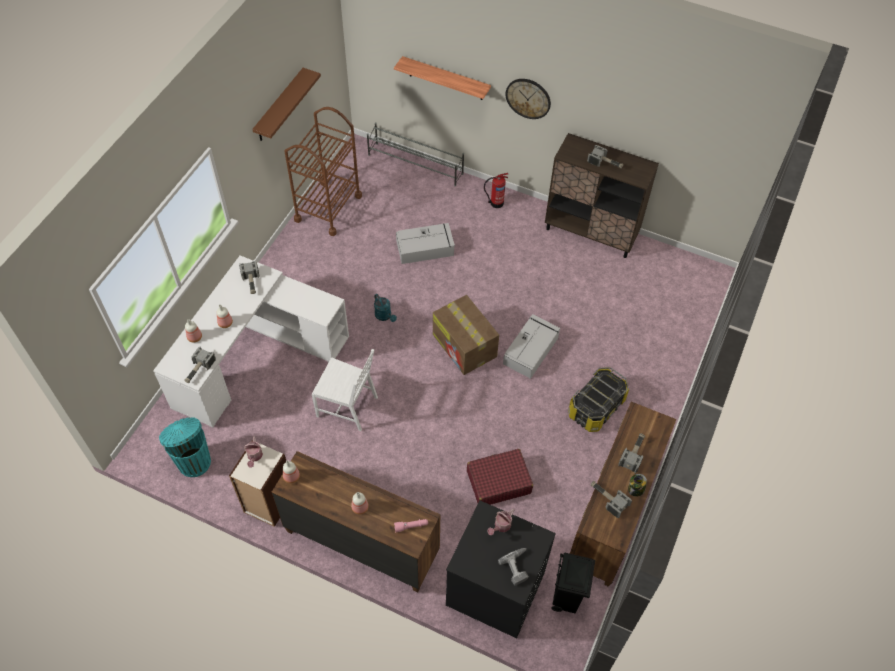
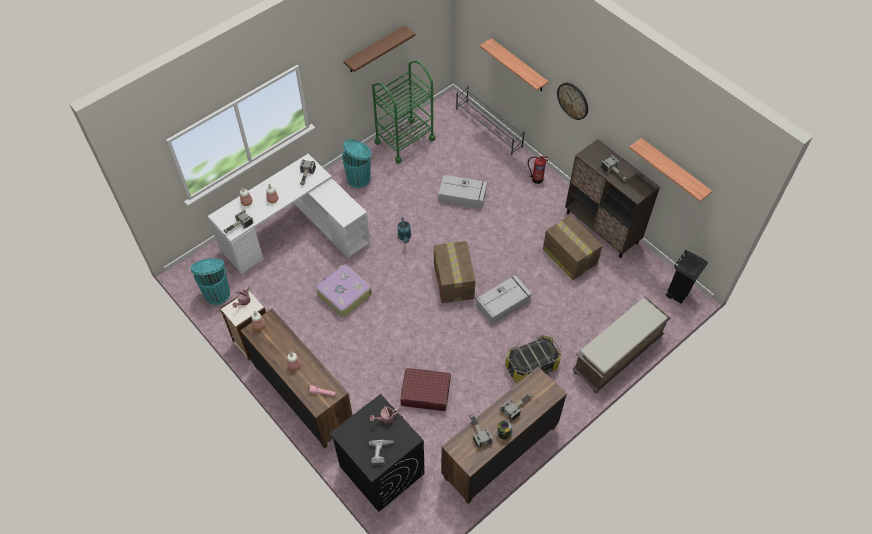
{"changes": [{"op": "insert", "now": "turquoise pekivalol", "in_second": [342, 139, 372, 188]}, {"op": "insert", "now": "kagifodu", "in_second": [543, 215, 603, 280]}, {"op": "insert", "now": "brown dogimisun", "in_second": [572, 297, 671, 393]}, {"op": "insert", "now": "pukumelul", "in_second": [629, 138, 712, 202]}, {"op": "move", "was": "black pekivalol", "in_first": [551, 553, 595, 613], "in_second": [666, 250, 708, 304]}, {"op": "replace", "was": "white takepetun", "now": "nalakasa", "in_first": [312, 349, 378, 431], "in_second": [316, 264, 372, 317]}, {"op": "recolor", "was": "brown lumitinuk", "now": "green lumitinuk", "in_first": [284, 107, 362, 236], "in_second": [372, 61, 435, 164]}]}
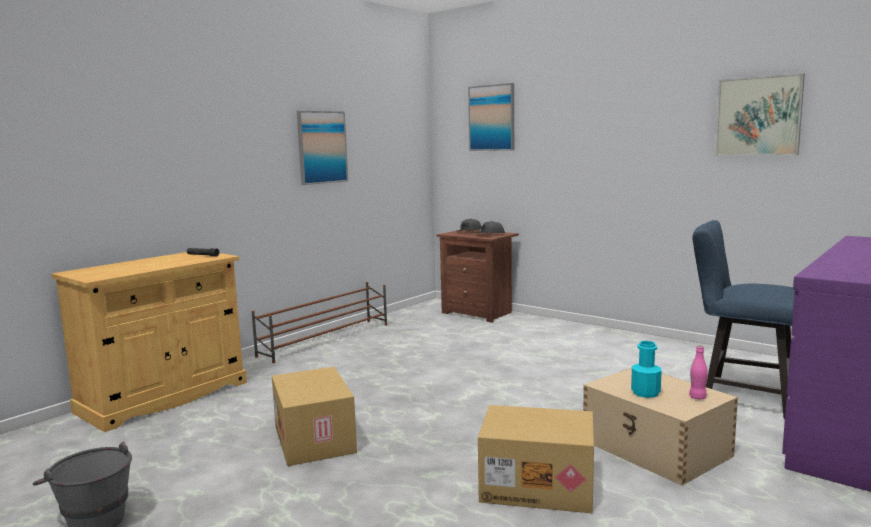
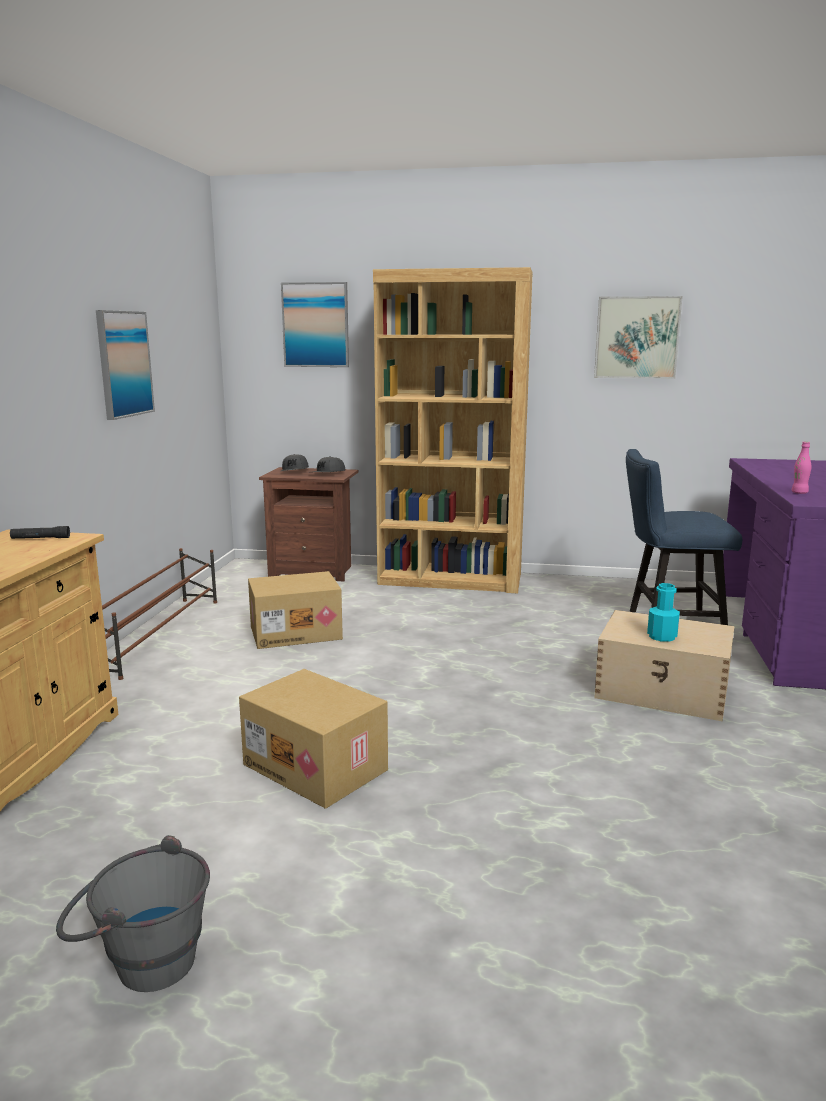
{"changes": [{"op": "insert", "now": "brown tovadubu", "in_second": [373, 267, 533, 593]}, {"op": "move", "was": "kagifodu", "in_first": [478, 405, 594, 513], "in_second": [248, 571, 343, 649]}, {"op": "move", "was": "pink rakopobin", "in_first": [689, 345, 708, 399], "in_second": [792, 442, 811, 494]}]}
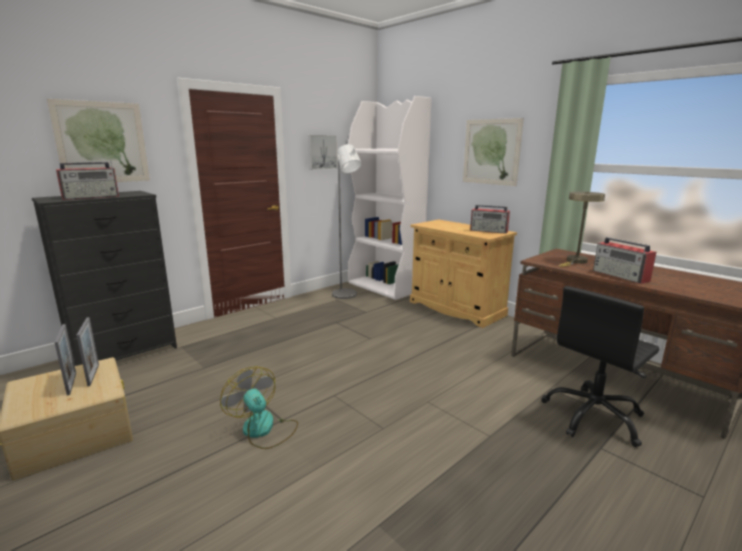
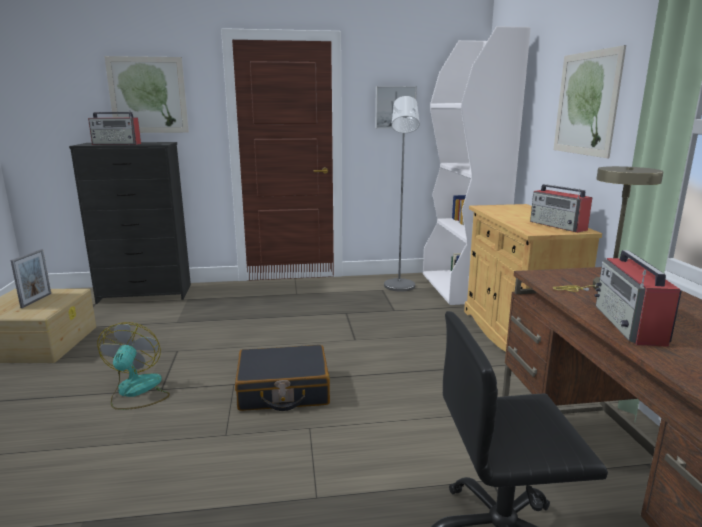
{"changes": [{"op": "delete", "was": "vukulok", "in_first": [76, 317, 99, 386]}, {"op": "insert", "now": "black nalakasa", "in_second": [235, 345, 330, 411]}]}
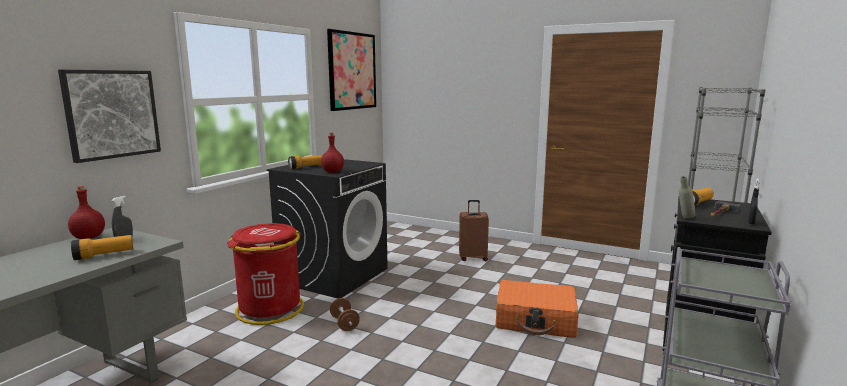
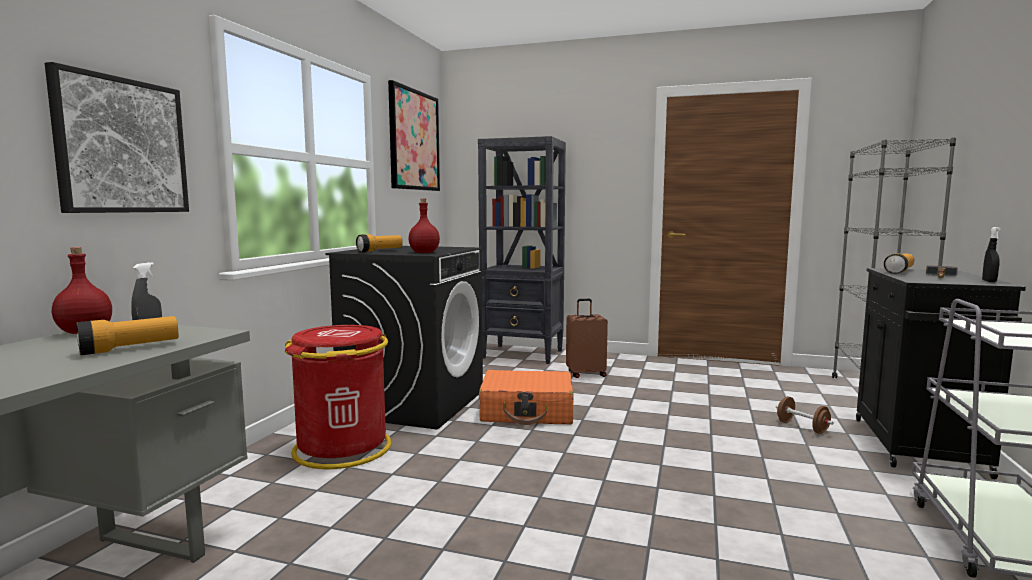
{"changes": [{"op": "delete", "was": "grey rakopobin", "in_first": [679, 176, 695, 219]}, {"op": "insert", "now": "black tovadubu", "in_second": [478, 136, 566, 364]}, {"op": "move", "was": "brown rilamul", "in_first": [330, 298, 360, 331], "in_second": [776, 396, 833, 434]}, {"op": "move", "was": "orange nalakasa", "in_first": [496, 280, 579, 338], "in_second": [479, 370, 574, 425]}]}
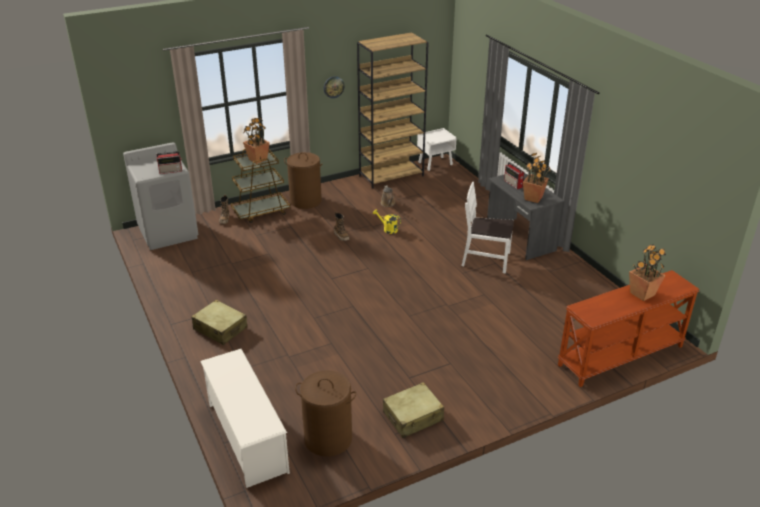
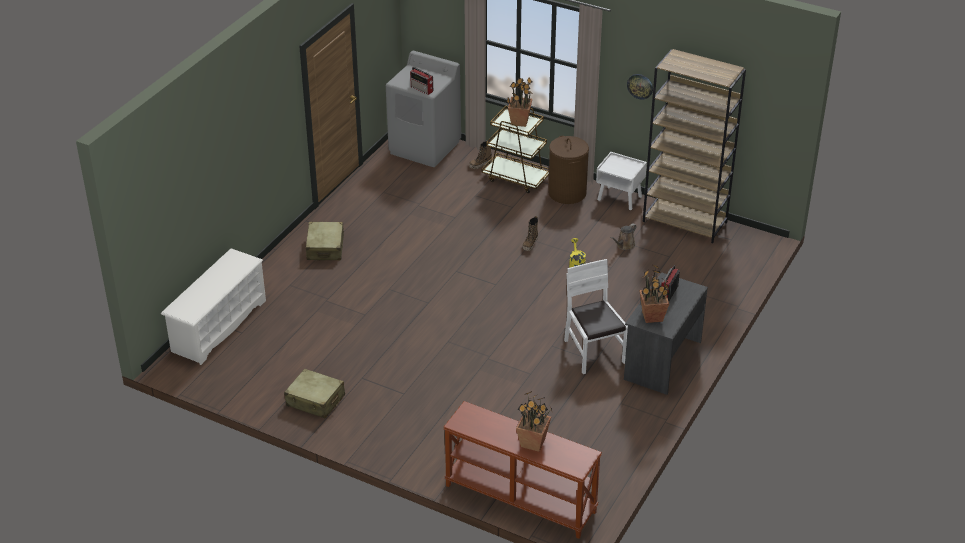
{"changes": [{"op": "delete", "was": "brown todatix", "in_first": [295, 370, 356, 457]}, {"op": "move", "was": "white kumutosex", "in_first": [417, 128, 457, 171], "in_second": [596, 152, 647, 210]}]}
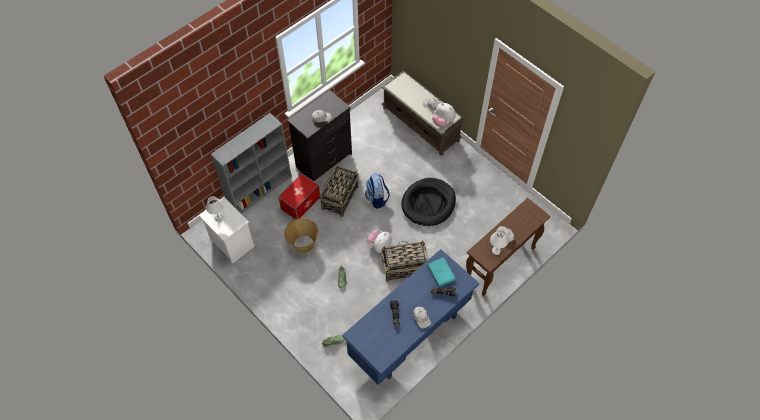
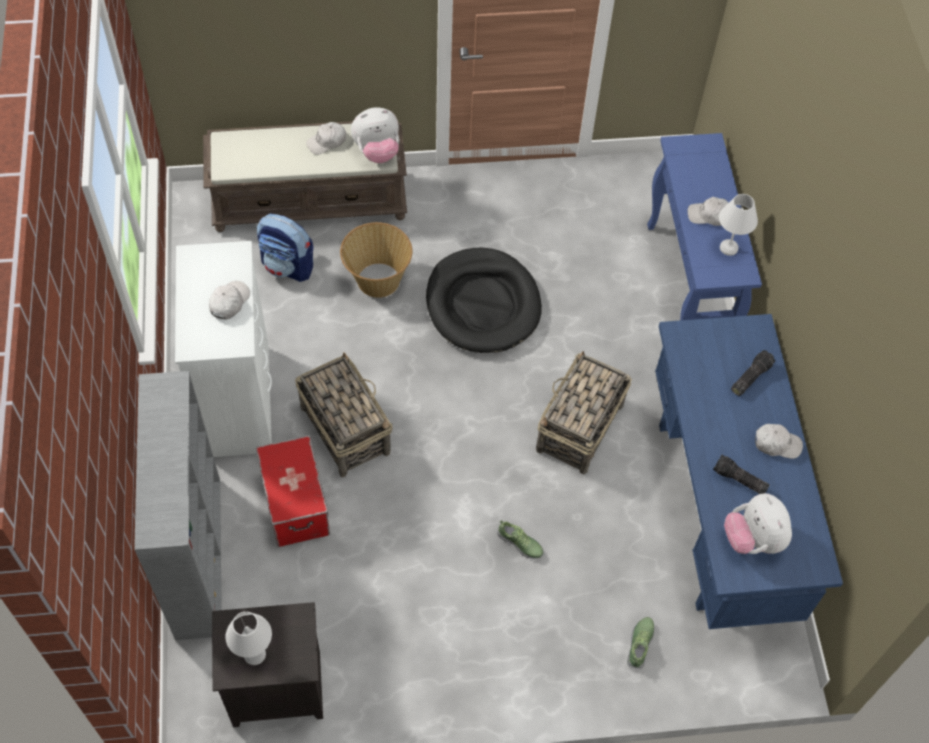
{"changes": [{"op": "delete", "was": "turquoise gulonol", "in_first": [427, 257, 456, 287]}, {"op": "move", "was": "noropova", "in_first": [284, 218, 319, 253], "in_second": [340, 222, 413, 298]}, {"op": "move", "was": "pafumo", "in_first": [365, 174, 390, 209], "in_second": [257, 214, 314, 282]}, {"op": "move", "was": "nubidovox", "in_first": [367, 230, 392, 253], "in_second": [724, 493, 792, 554]}, {"op": "recolor", "was": "white kumutosex", "now": "black kumutosex", "in_first": [199, 197, 254, 264], "in_second": [212, 602, 323, 727]}, {"op": "recolor", "was": "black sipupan", "now": "white sipupan", "in_first": [287, 90, 352, 182], "in_second": [175, 241, 272, 457]}, {"op": "recolor", "was": "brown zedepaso", "now": "blue zedepaso", "in_first": [466, 198, 551, 296], "in_second": [647, 133, 762, 320]}]}
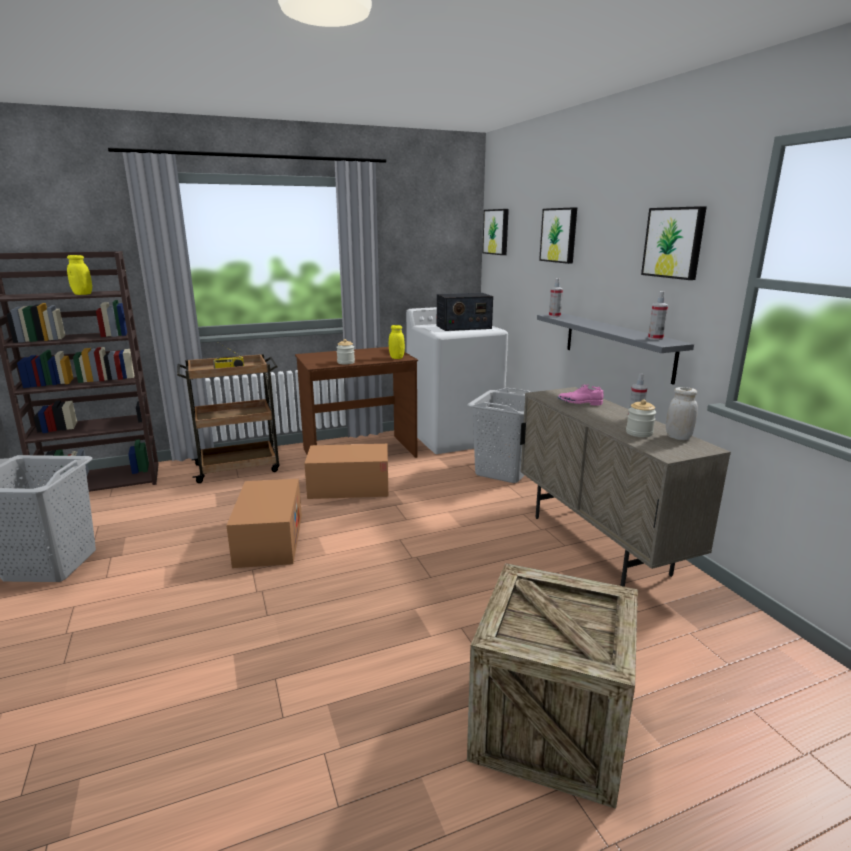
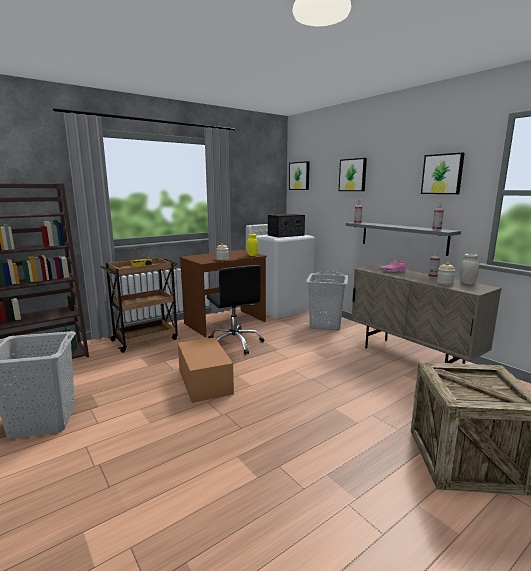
{"changes": [{"op": "delete", "was": "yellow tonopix", "in_first": [67, 255, 92, 295]}, {"op": "replace", "was": "kagifodu", "now": "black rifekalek", "in_first": [304, 444, 388, 499], "in_second": [207, 265, 264, 355]}]}
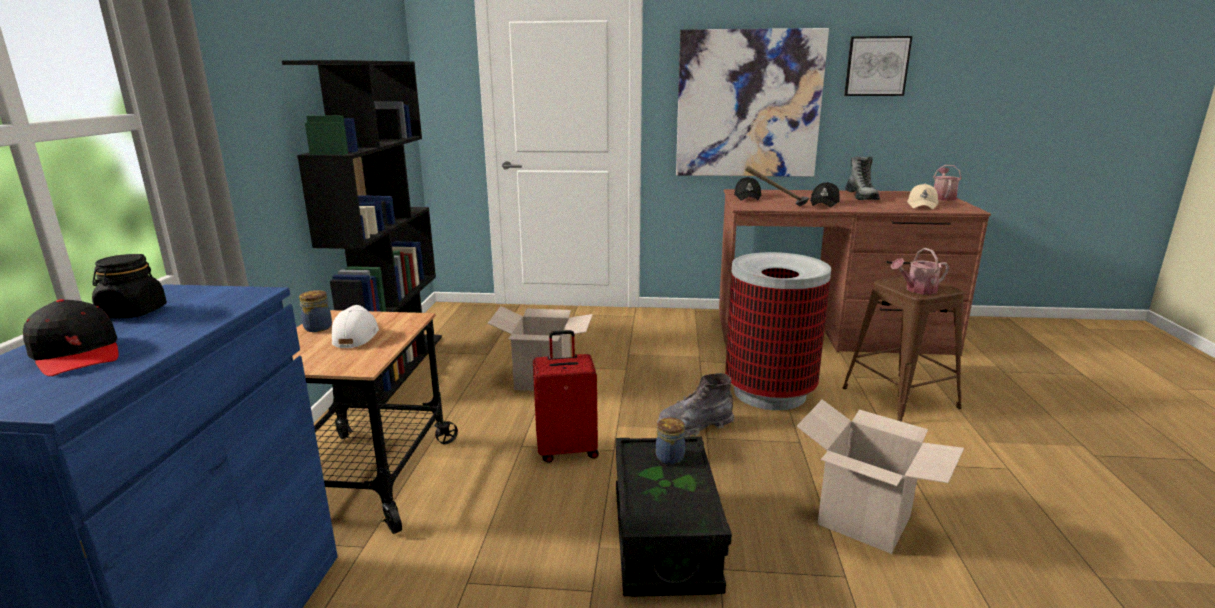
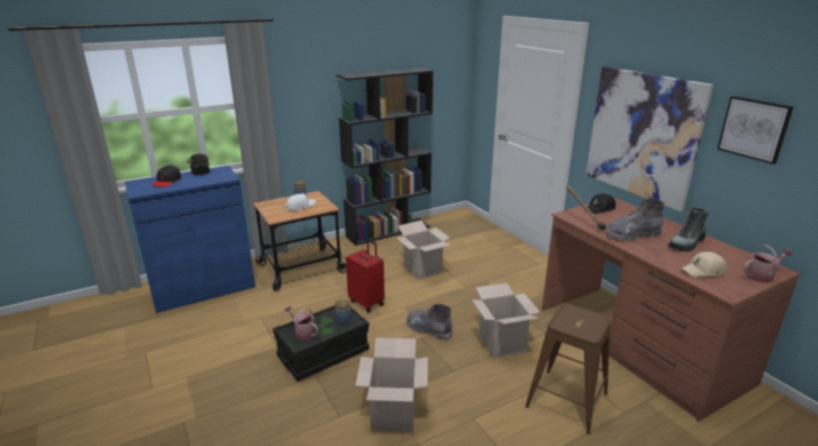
{"changes": [{"op": "move", "was": "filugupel", "in_first": [891, 248, 949, 294], "in_second": [284, 305, 318, 340]}, {"op": "replace", "was": "pekivalol", "now": "kagifodu", "in_first": [725, 252, 831, 410], "in_second": [472, 283, 540, 358]}, {"op": "replace", "was": "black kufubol", "now": "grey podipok", "in_first": [810, 182, 840, 207], "in_second": [606, 199, 664, 242]}]}
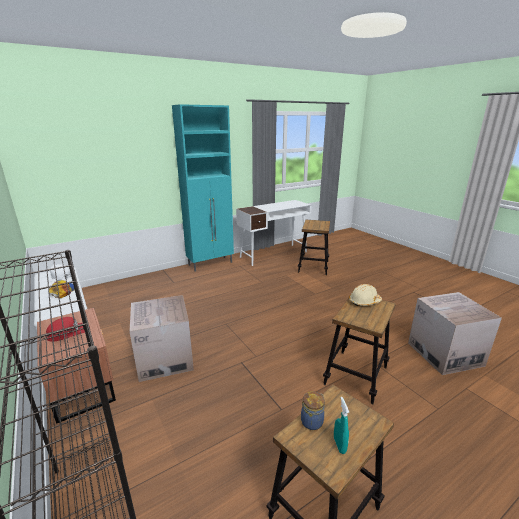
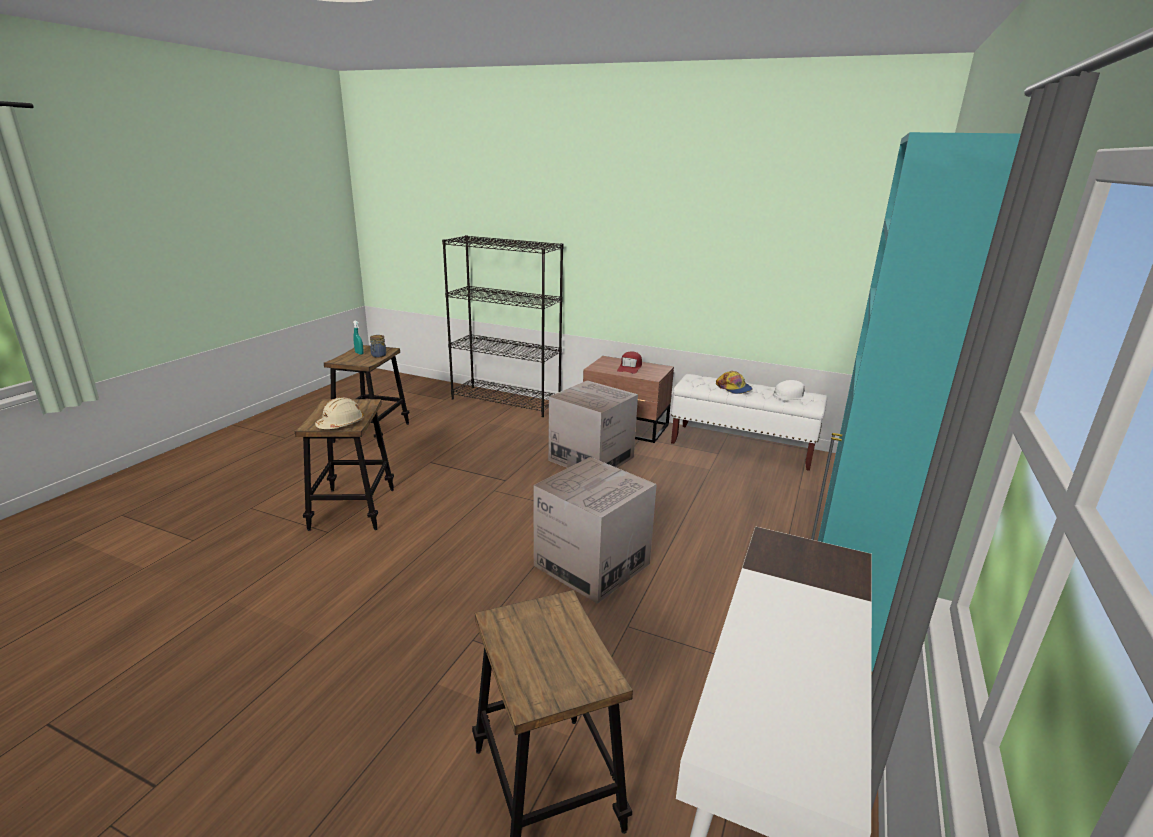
{"changes": [{"op": "move", "was": "kagifodu", "in_first": [408, 292, 502, 375], "in_second": [534, 457, 657, 604]}]}
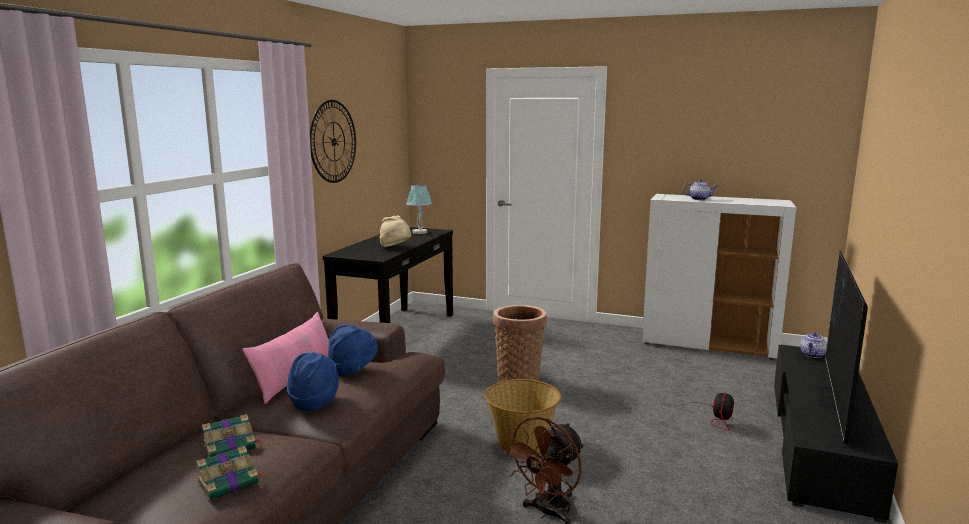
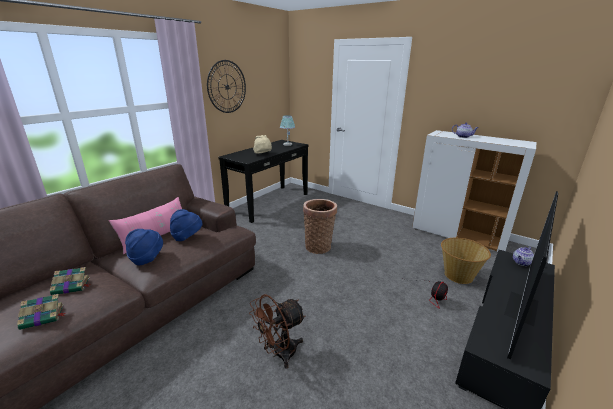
{"changes": [{"op": "move", "was": "noropova", "in_first": [485, 379, 561, 453], "in_second": [441, 238, 491, 284]}]}
